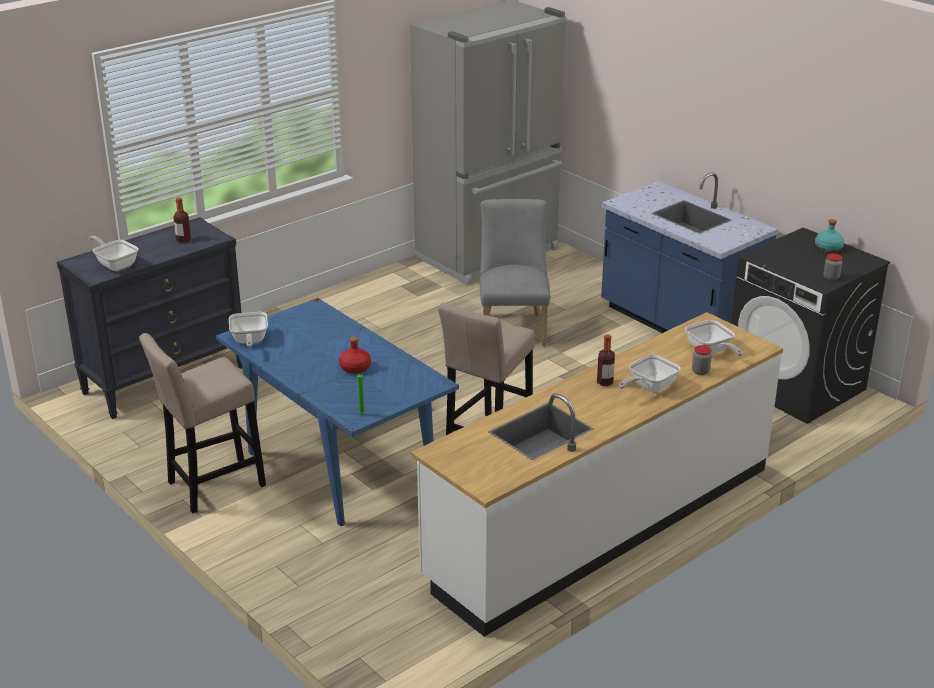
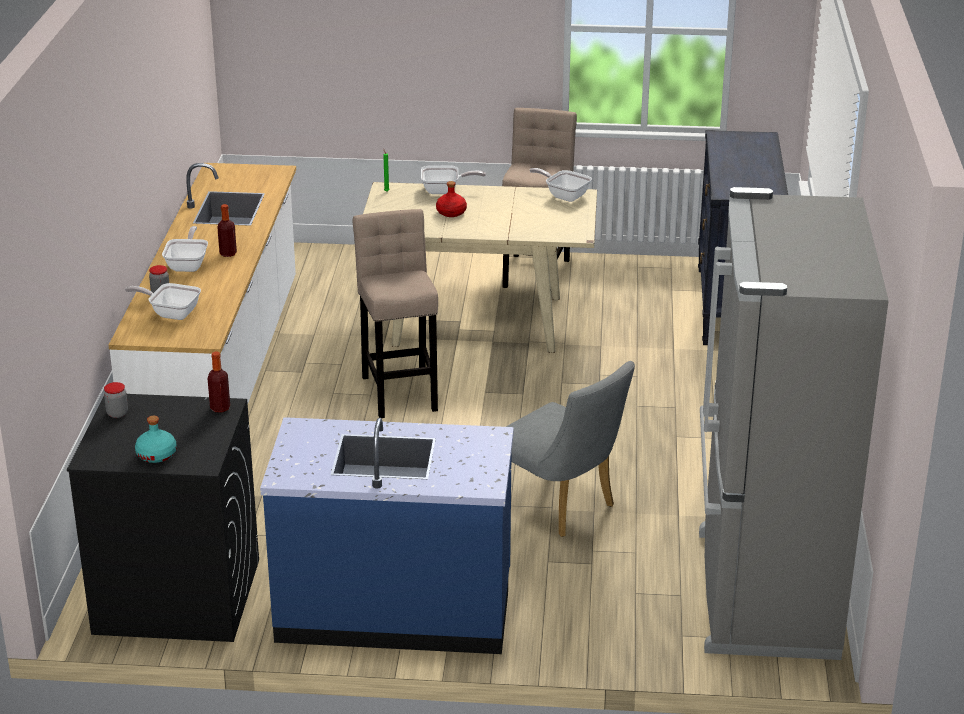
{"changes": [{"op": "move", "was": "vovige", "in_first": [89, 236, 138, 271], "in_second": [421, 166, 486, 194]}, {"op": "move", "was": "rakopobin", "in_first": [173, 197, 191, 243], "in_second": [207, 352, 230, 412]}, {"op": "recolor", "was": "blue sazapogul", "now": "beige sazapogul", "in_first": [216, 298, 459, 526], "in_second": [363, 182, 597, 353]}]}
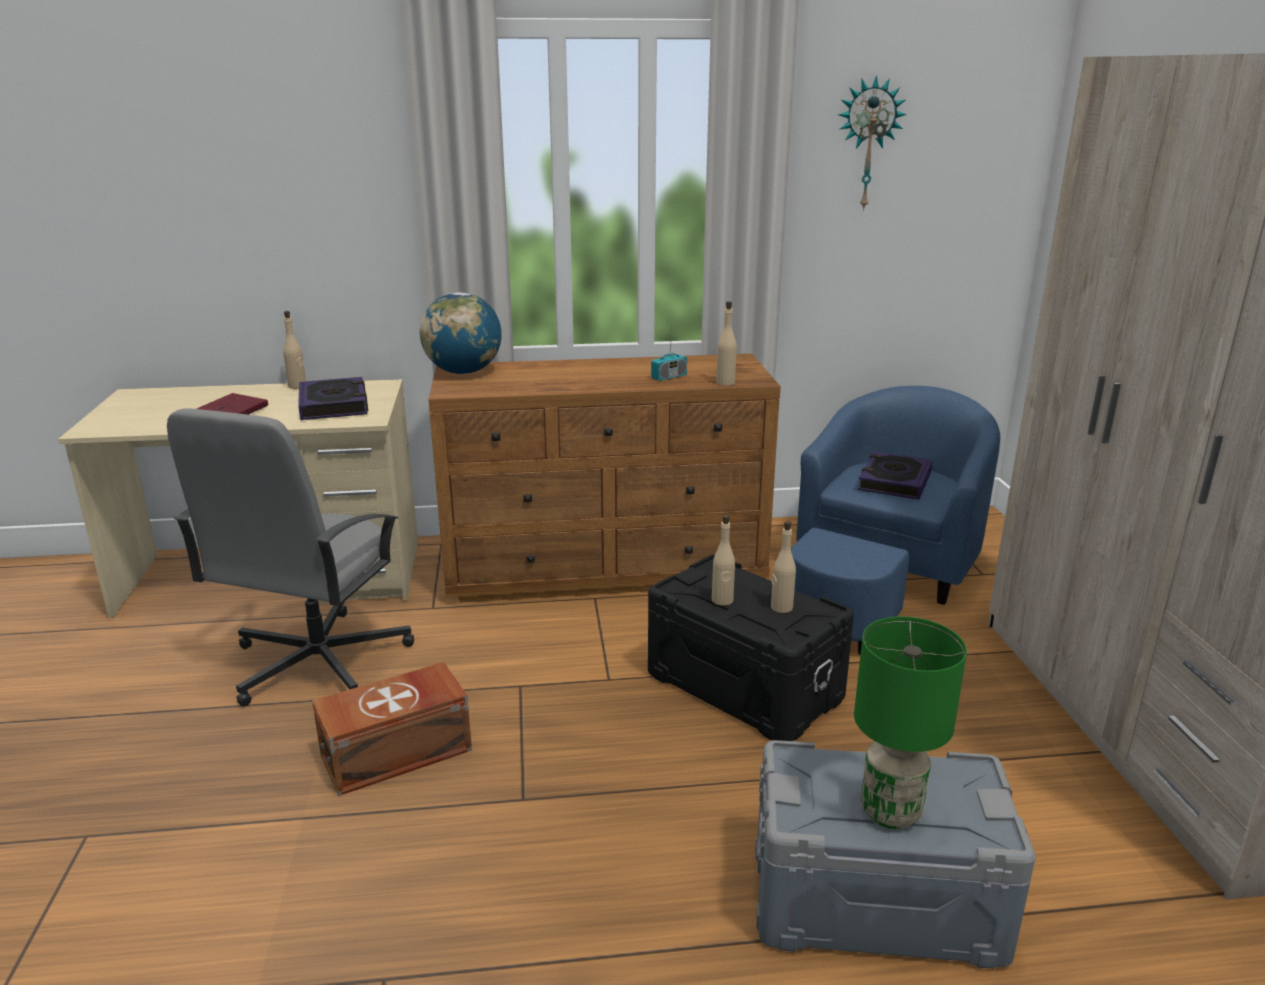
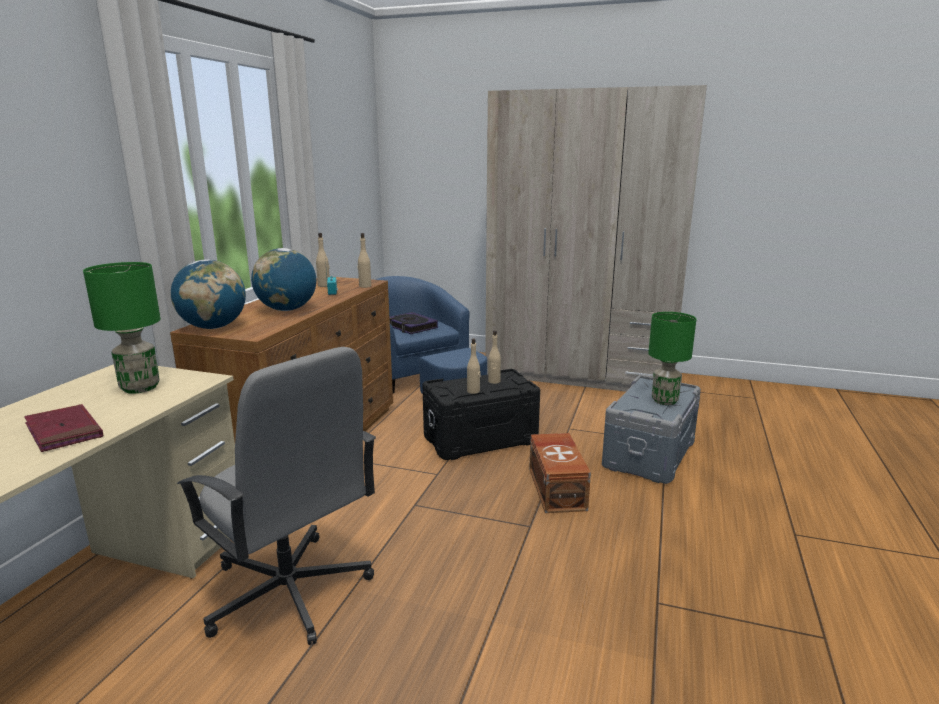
{"changes": [{"op": "delete", "was": "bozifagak", "in_first": [838, 75, 907, 211]}, {"op": "insert", "now": "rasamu", "in_second": [251, 248, 316, 311]}, {"op": "move", "was": "beige rakopobin", "in_first": [283, 311, 306, 389], "in_second": [316, 233, 330, 287]}, {"op": "move", "was": "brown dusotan", "in_first": [312, 662, 472, 796], "in_second": [529, 433, 591, 513]}, {"op": "replace", "was": "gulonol", "now": "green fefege", "in_first": [298, 377, 368, 420], "in_second": [83, 262, 161, 394]}]}
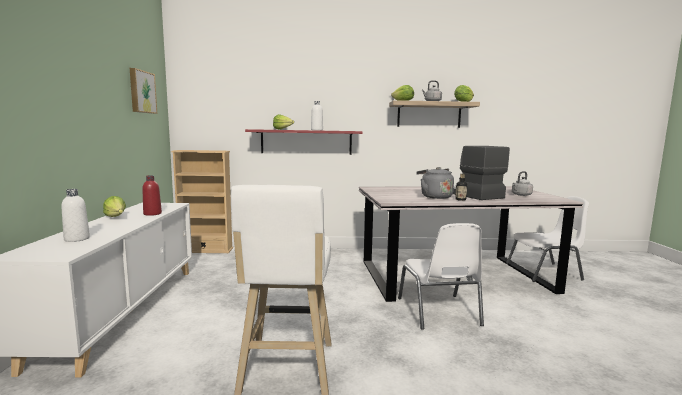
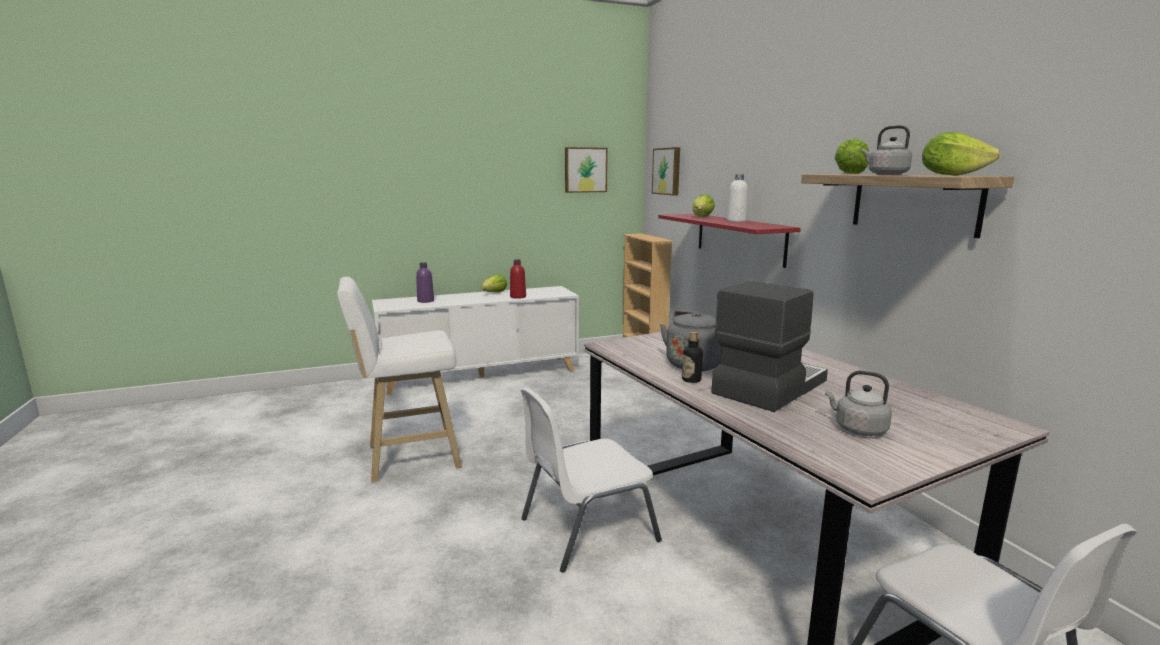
{"changes": [{"op": "insert", "now": "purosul", "in_second": [652, 147, 680, 195]}, {"op": "recolor", "was": "white rakopobin", "now": "purple rakopobin", "in_first": [61, 189, 90, 242], "in_second": [416, 262, 434, 303]}]}
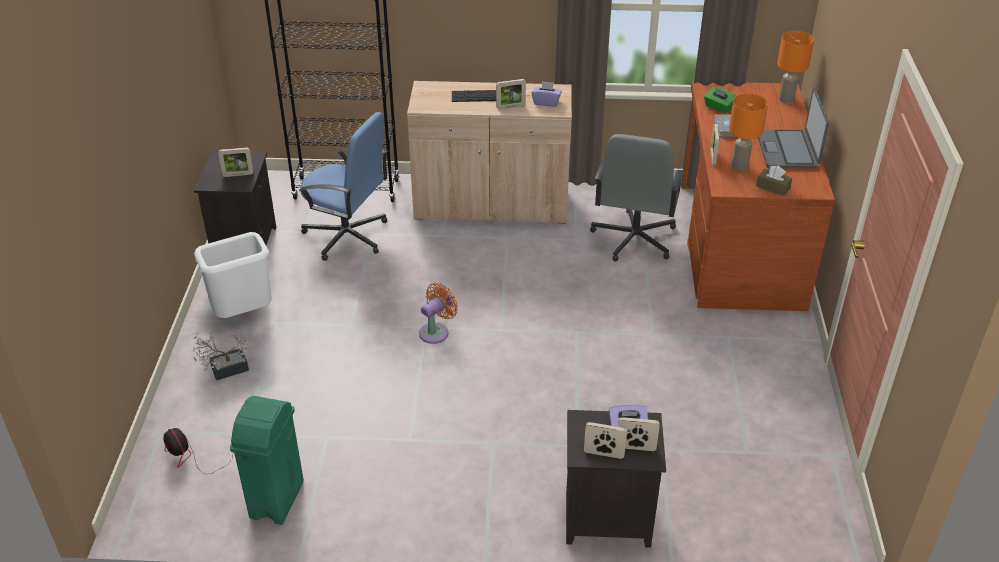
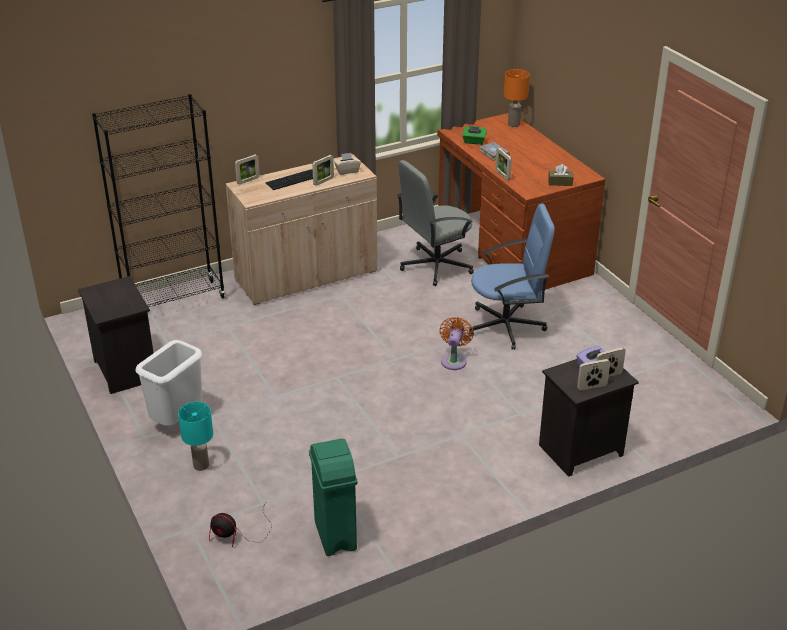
{"changes": [{"op": "delete", "was": "orange fefege", "in_first": [729, 93, 768, 171]}, {"op": "delete", "was": "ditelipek", "in_first": [758, 88, 829, 168]}, {"op": "move", "was": "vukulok", "in_first": [218, 147, 253, 177], "in_second": [235, 154, 260, 185]}, {"op": "move", "was": "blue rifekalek", "in_first": [299, 112, 388, 261], "in_second": [469, 204, 555, 350]}, {"op": "move", "was": "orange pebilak", "in_first": [419, 283, 458, 344], "in_second": [439, 317, 474, 370]}, {"op": "replace", "was": "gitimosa", "now": "turquoise fefege", "in_first": [193, 331, 253, 380], "in_second": [178, 402, 213, 471]}, {"op": "recolor", "was": "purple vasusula", "now": "beige vasusula", "in_first": [531, 81, 562, 107], "in_second": [334, 153, 361, 175]}, {"op": "rotate", "was": "grey rifekalek", "in_first": [590, 134, 684, 262], "in_second": [397, 160, 474, 286], "clockwise": 75}]}
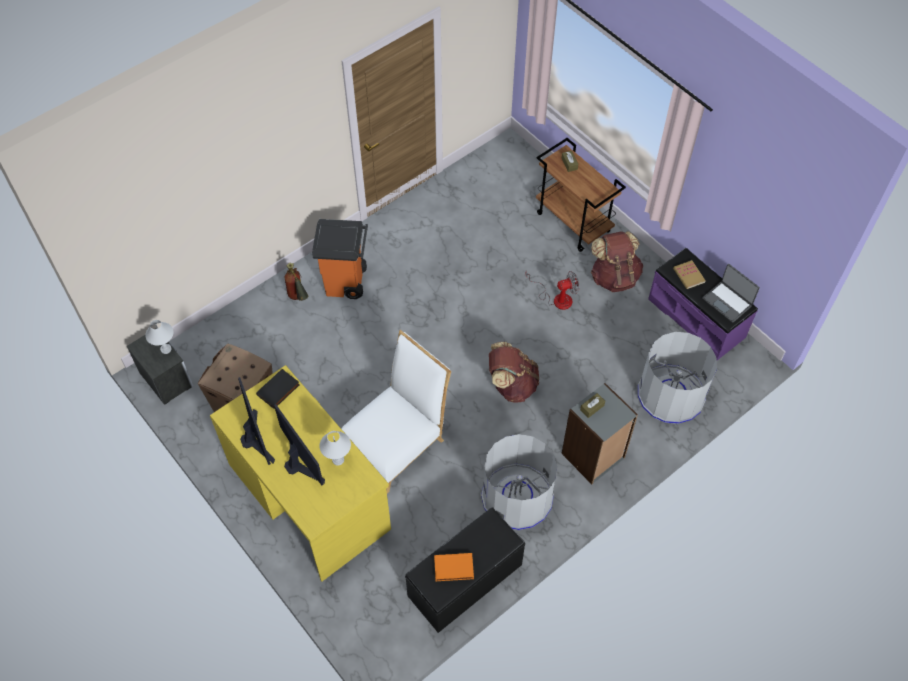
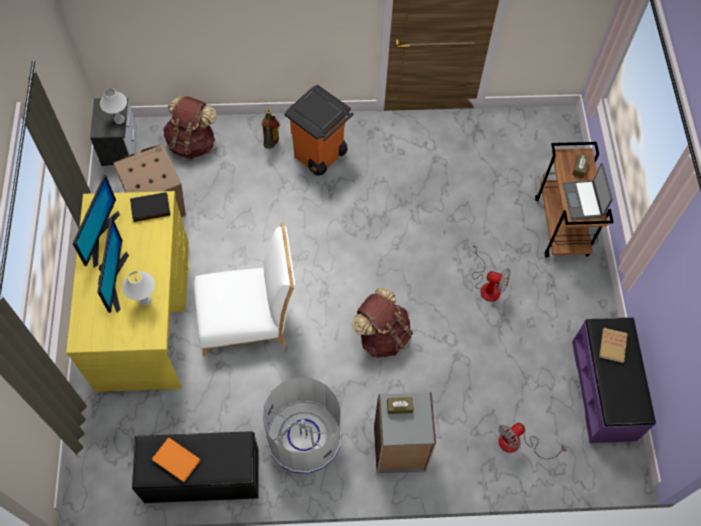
{"changes": [{"op": "move", "was": "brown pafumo", "in_first": [591, 231, 643, 292], "in_second": [163, 96, 216, 159]}, {"op": "move", "was": "ditelipek", "in_first": [702, 264, 760, 323], "in_second": [563, 163, 613, 220]}, {"op": "replace", "was": "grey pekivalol", "now": "pebilak", "in_first": [638, 332, 717, 424], "in_second": [498, 423, 567, 459]}]}
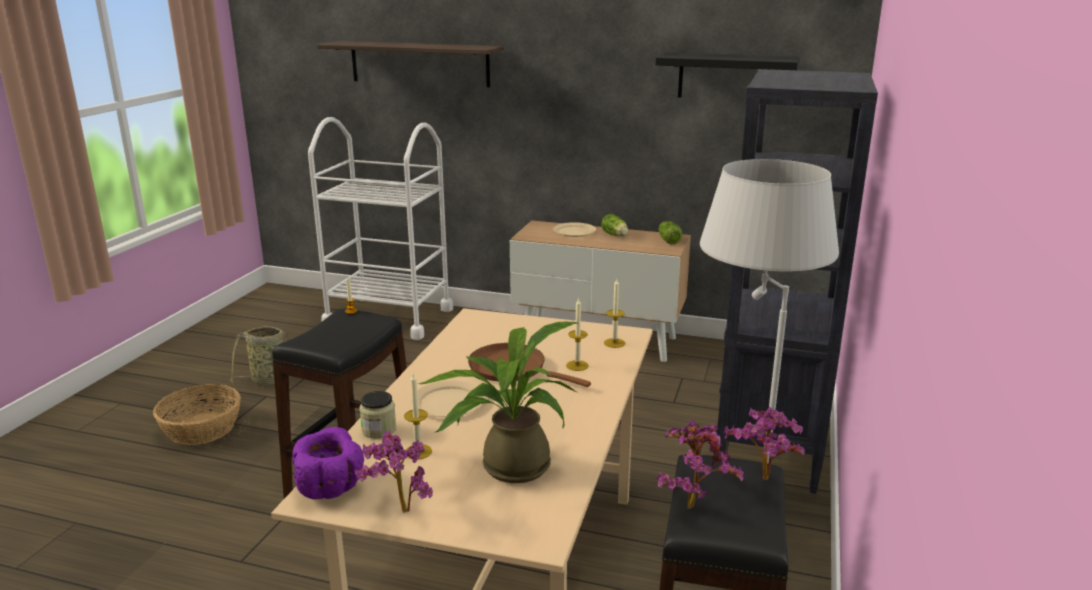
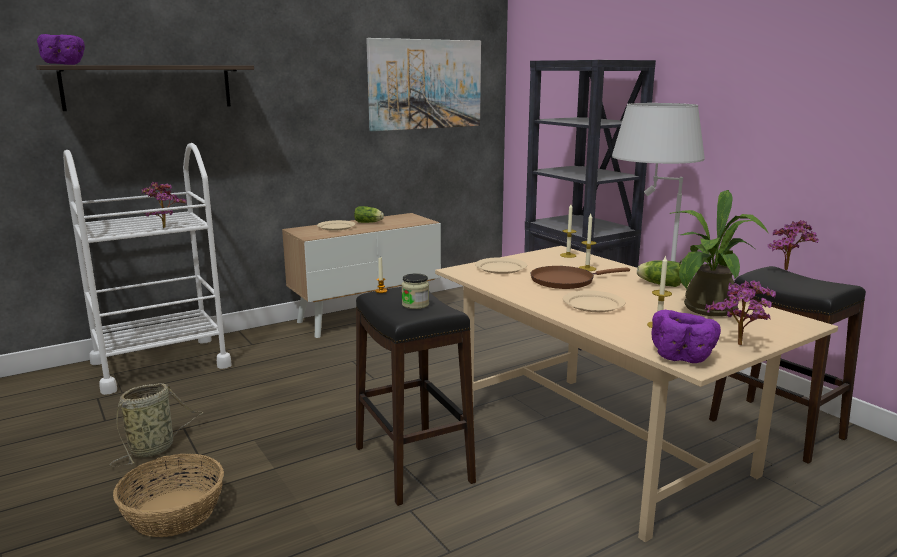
{"changes": [{"op": "insert", "now": "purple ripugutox", "in_second": [37, 34, 85, 65]}, {"op": "insert", "now": "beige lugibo", "in_second": [475, 257, 527, 274]}, {"op": "move", "was": "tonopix", "in_first": [359, 391, 396, 439], "in_second": [402, 274, 429, 309]}, {"op": "move", "was": "gitimosa", "in_first": [656, 420, 744, 509], "in_second": [142, 182, 187, 228]}, {"op": "move", "was": "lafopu", "in_first": [659, 221, 683, 244], "in_second": [637, 260, 681, 287]}, {"op": "replace", "was": "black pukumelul", "now": "purosul", "in_first": [655, 53, 799, 98], "in_second": [366, 38, 481, 131]}]}
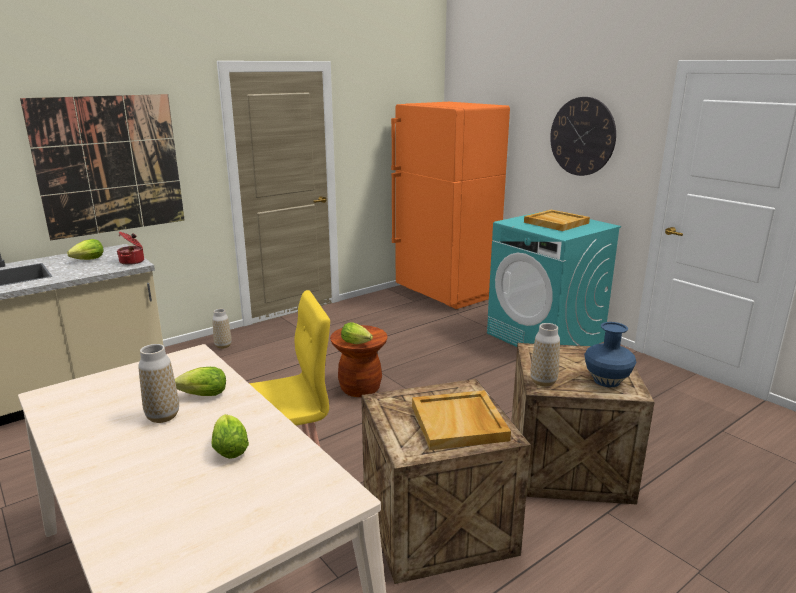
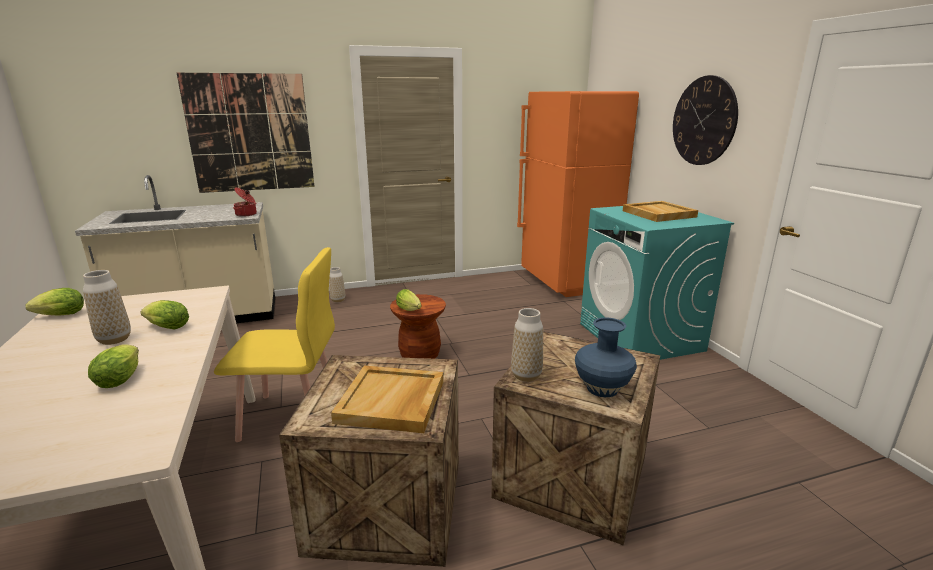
{"changes": [{"op": "move", "was": "lafopu", "in_first": [67, 239, 103, 260], "in_second": [25, 288, 84, 316]}]}
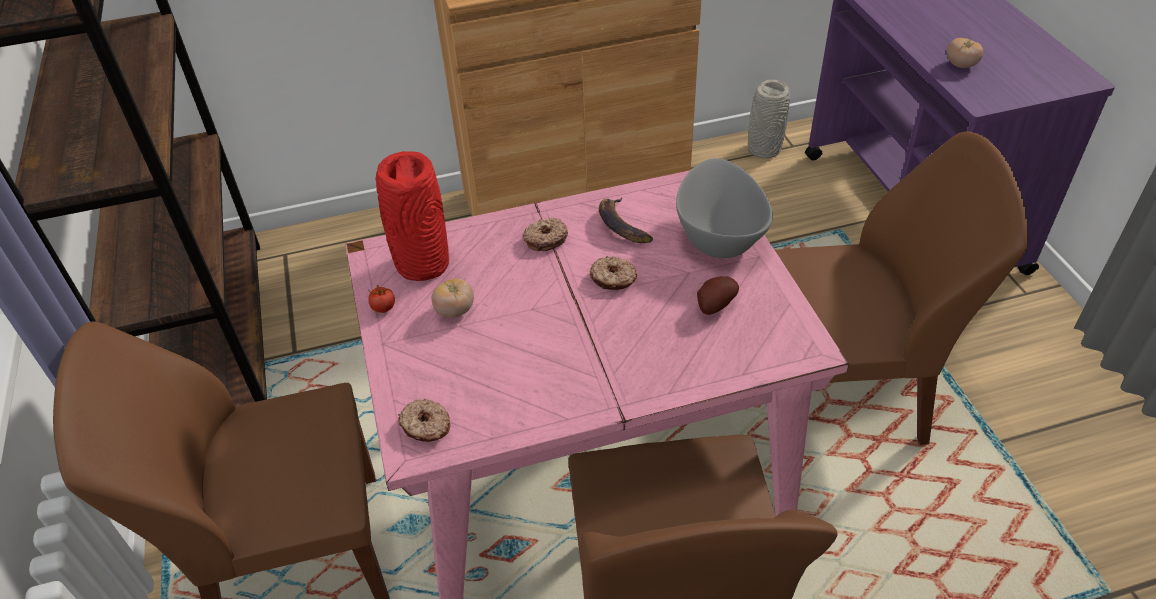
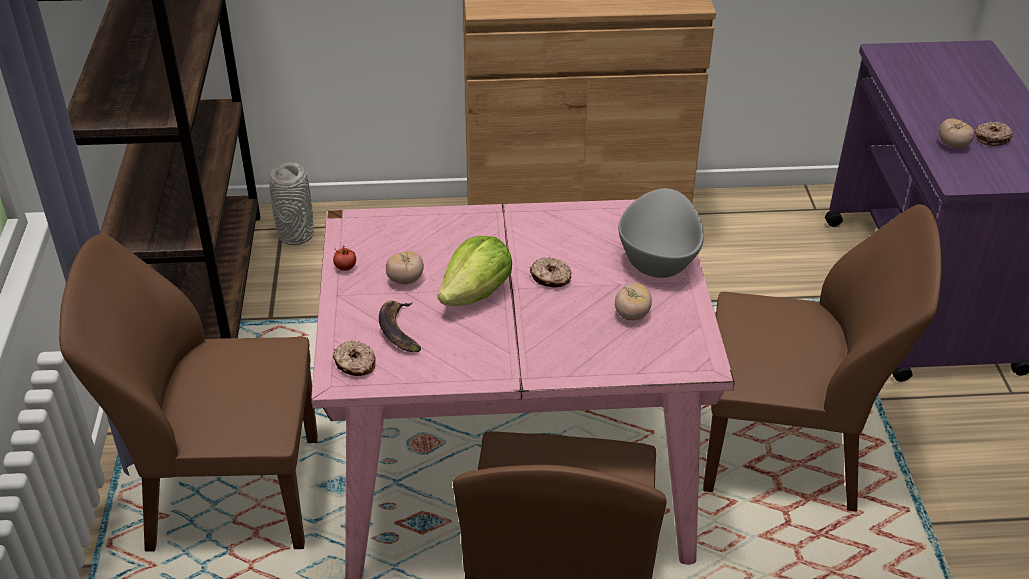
{"changes": [{"op": "delete", "was": "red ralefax", "in_first": [375, 151, 449, 281]}, {"op": "insert", "now": "lafopu", "in_second": [438, 236, 512, 306]}, {"op": "move", "was": "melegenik", "in_first": [523, 218, 568, 251], "in_second": [974, 122, 1013, 146]}, {"op": "move", "was": "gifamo", "in_first": [599, 197, 653, 243], "in_second": [379, 301, 421, 352]}, {"op": "move", "was": "grey ralefax", "in_first": [748, 79, 790, 158], "in_second": [269, 162, 314, 245]}, {"op": "replace", "was": "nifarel", "now": "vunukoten", "in_first": [697, 276, 739, 315], "in_second": [615, 283, 652, 321]}]}
